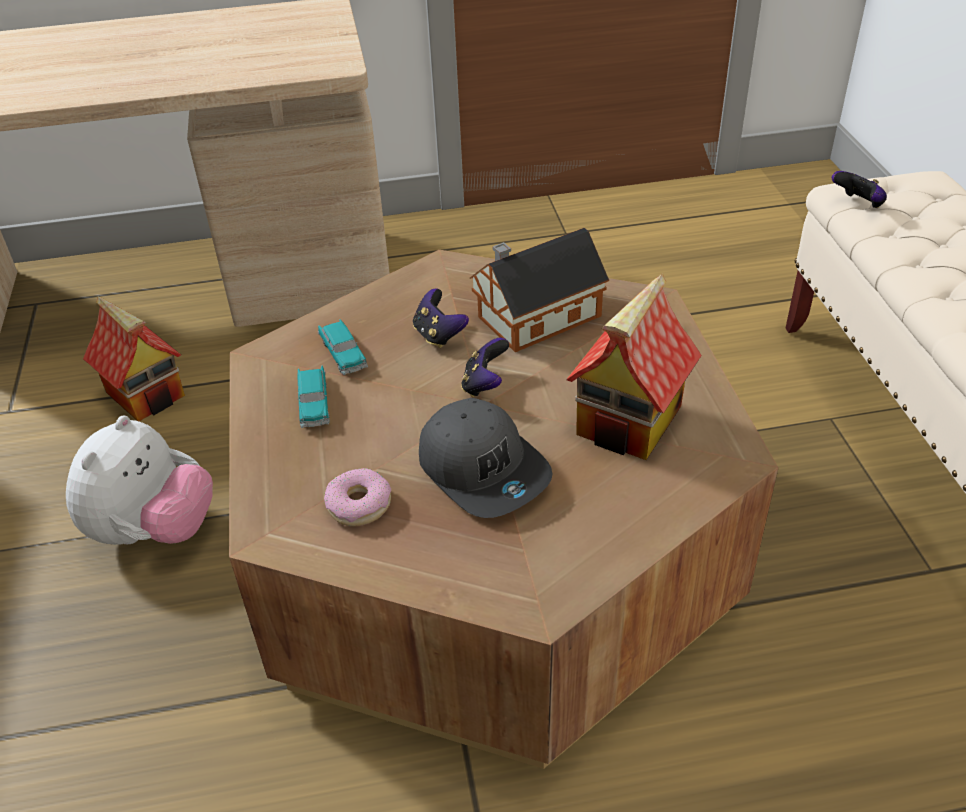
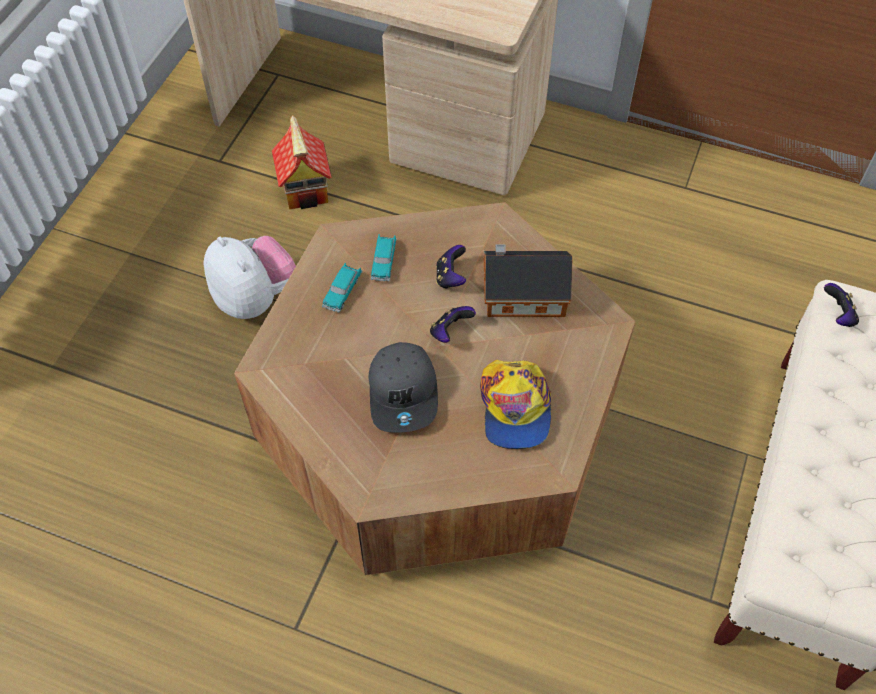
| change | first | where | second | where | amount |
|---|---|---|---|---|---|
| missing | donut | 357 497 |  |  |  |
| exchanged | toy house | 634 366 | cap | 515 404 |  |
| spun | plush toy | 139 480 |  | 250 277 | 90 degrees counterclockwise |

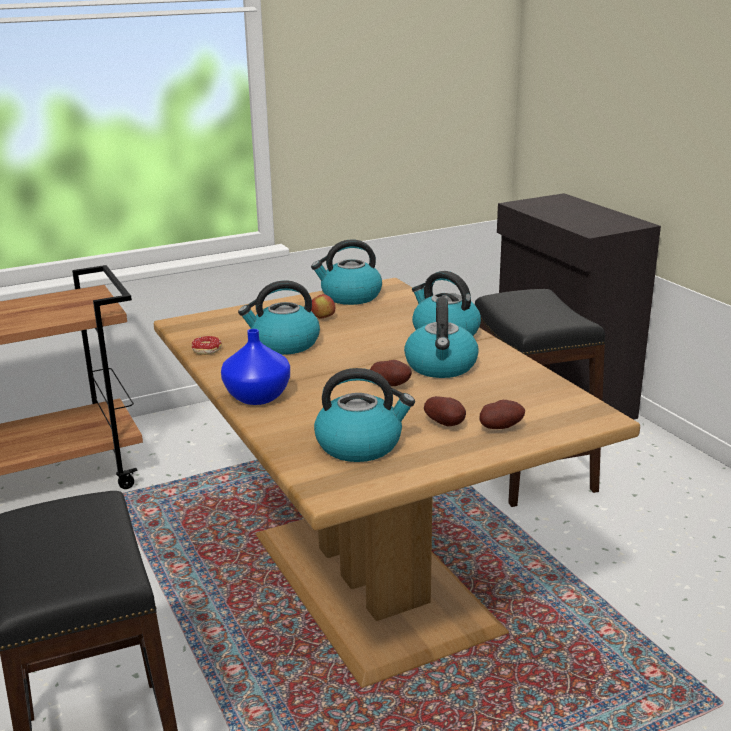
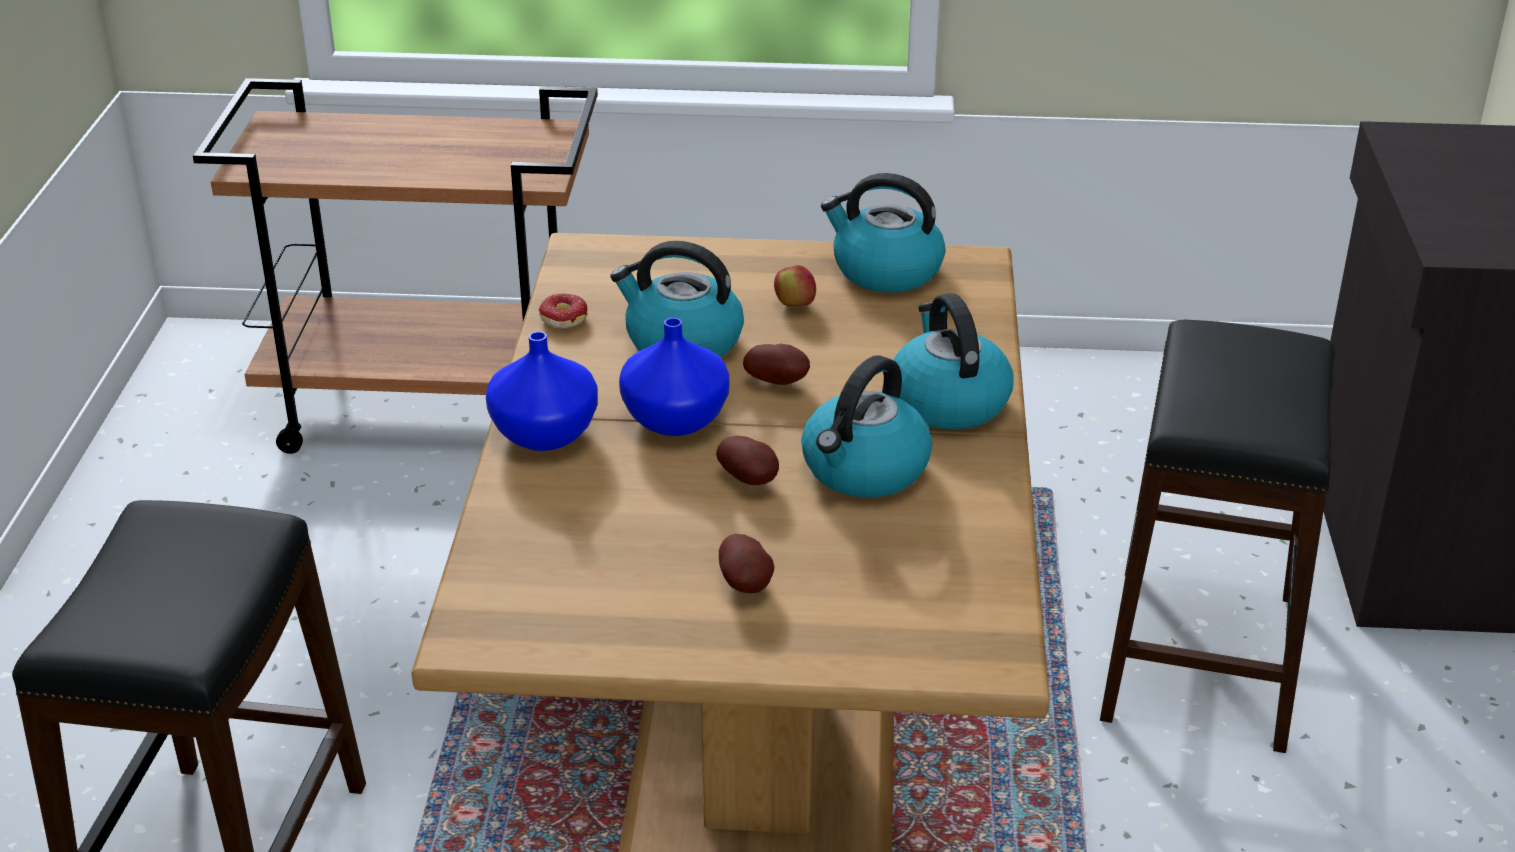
| change | first | where | second | where | amount |
|---|---|---|---|---|---|
| missing | kettle | 364 415 |  |  |  |
| appeared |  |  | vase in blue | 674 377 |  |
| relocated | potato | 502 414 |  | 776 364 |  |

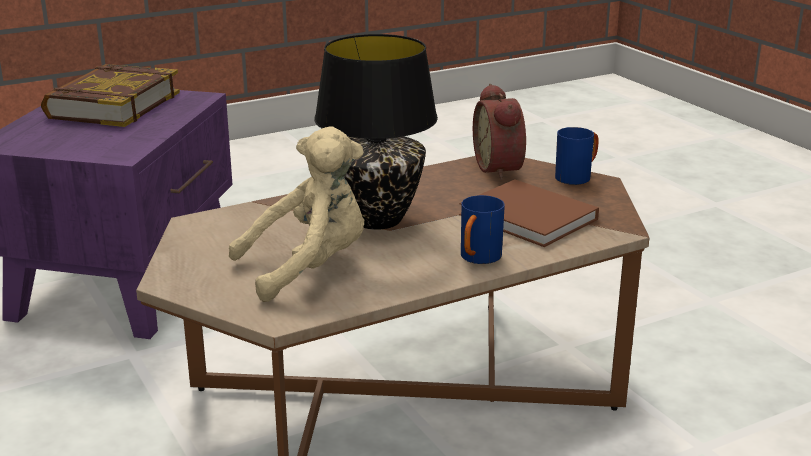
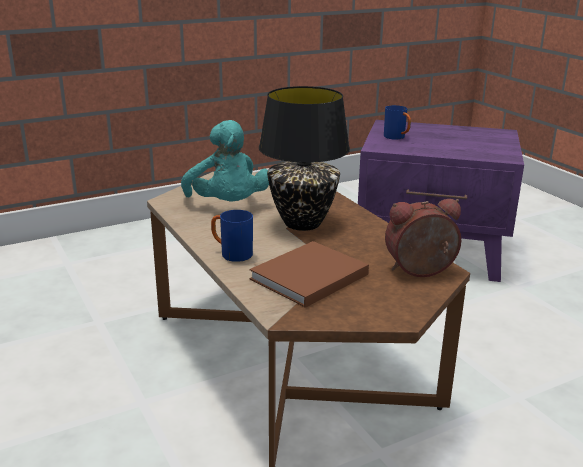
| change | first | where | second | where | amount |
|---|---|---|---|---|---|
| missing | book | 110 95 |  |  |  |
| relocated | mug in blue | 577 156 |  | 397 122 |  |
| colour | plush toy in beige | 296 214 | plush toy in turquoise | 225 160 |  |

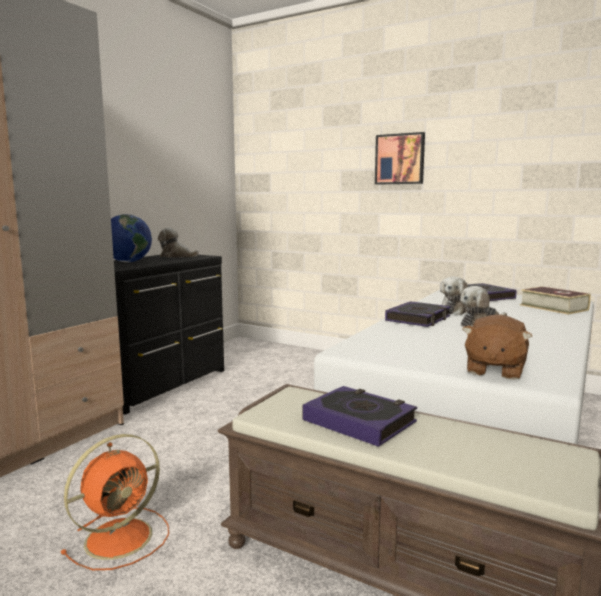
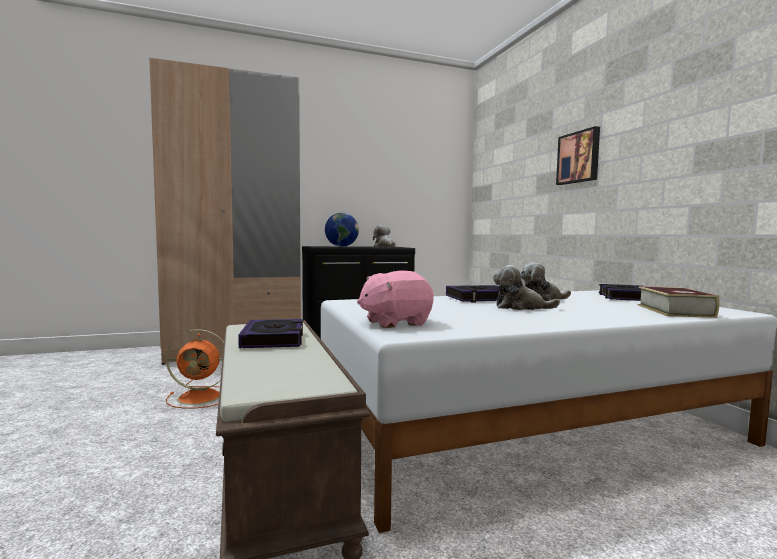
| change | first | where | second | where | amount |
|---|---|---|---|---|---|
| colour | plush toy in brown | 497 347 | plush toy in pink | 395 299 |  |

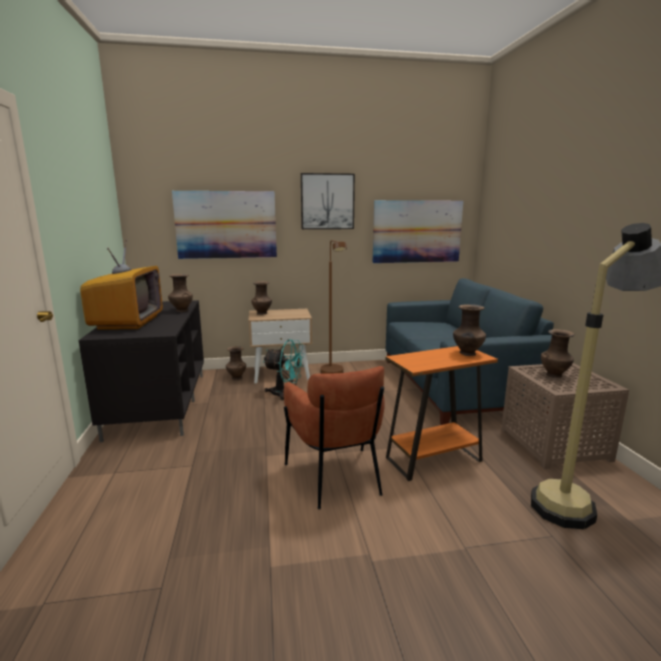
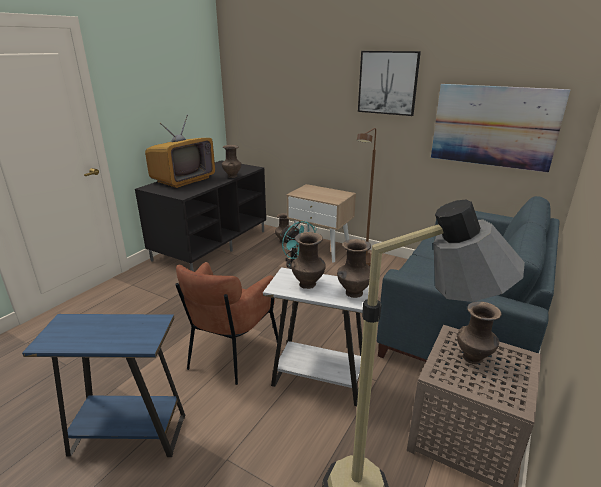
| change | first | where | second | where | amount |
|---|---|---|---|---|---|
| missing | picture | 224 225 |  |  |  |
| appeared |  |  | side table in blue | 103 385 |  |
| relocated | vase in brown | 261 298 |  | 308 260 |  |
| colour | side table in orange | 442 413 | side table in white | 316 337 |  |

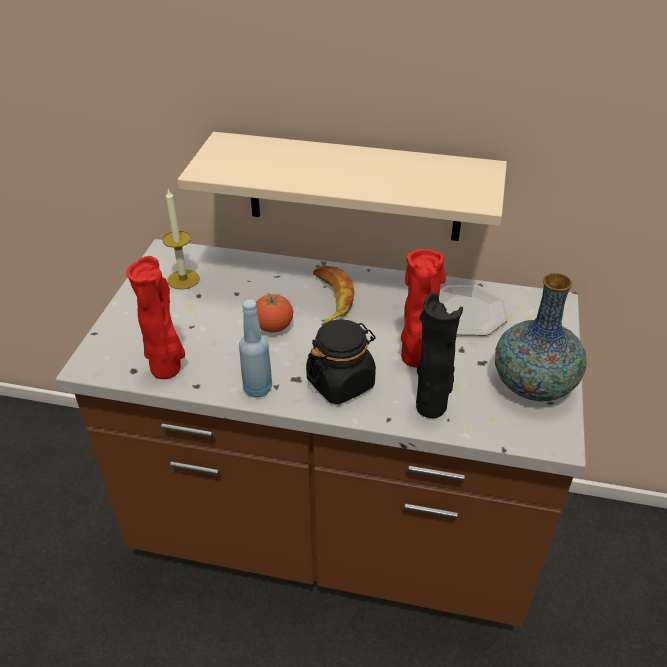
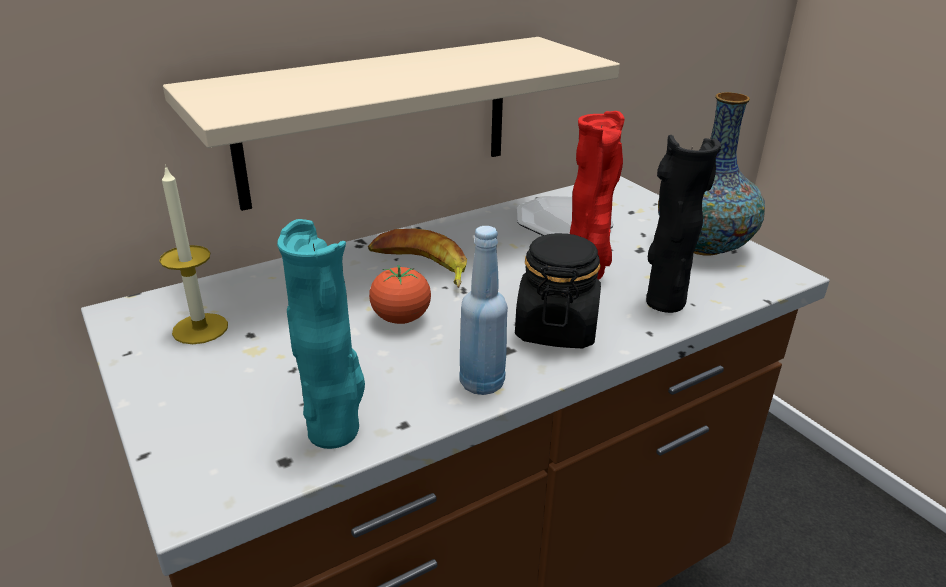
| change | first | where | second | where | amount |
|---|---|---|---|---|---|
| colour | vase in red | 155 317 | vase in turquoise | 321 334 |  |

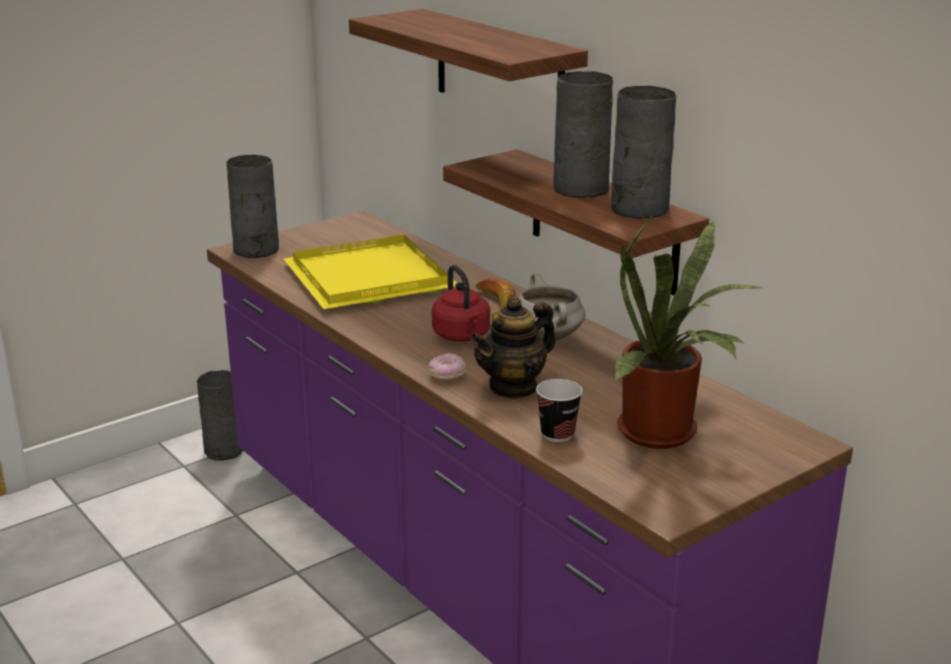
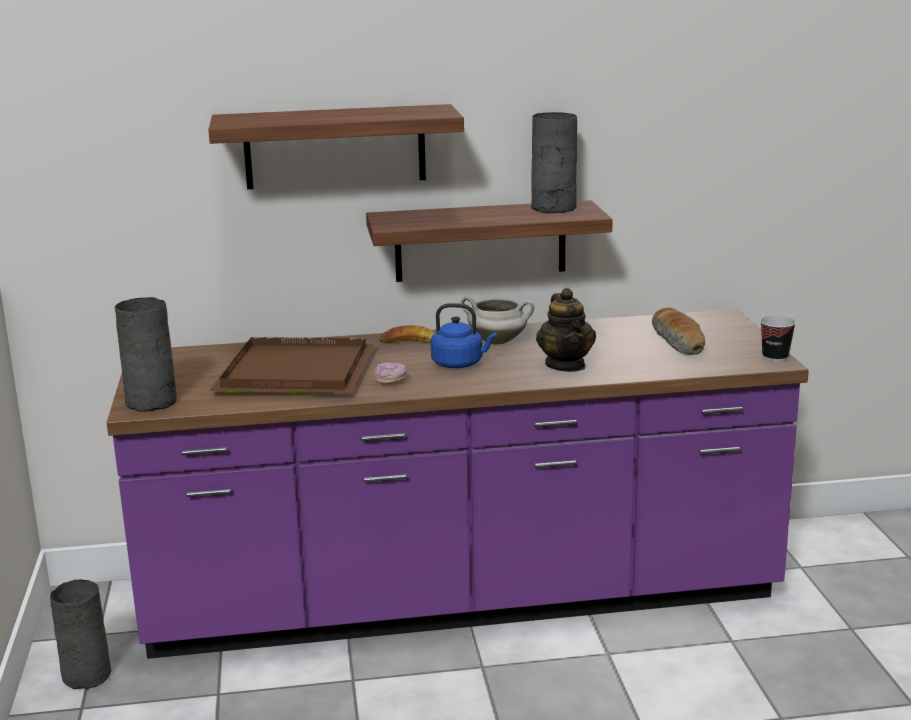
| change | first | where | second | where | amount |
|---|---|---|---|---|---|
| missing | vase in grey | 583 135 |  |  |  |
| relocated | donut | 447 366 |  | 390 373 |  |
| relocated | cup | 559 410 |  | 778 339 |  |
| exchanged | potted plant | 689 331 | bread | 678 331 |  |
| colour | tray in yellow | 370 272 | tray in brown | 292 366 |  |
| colour | kettle in red | 461 303 | kettle in blue | 464 335 |  |

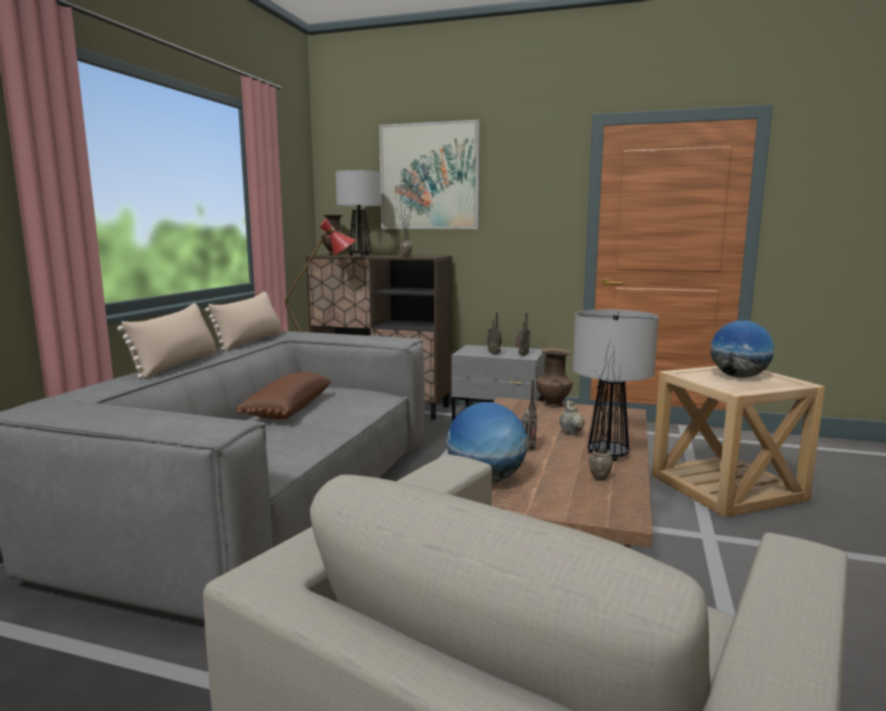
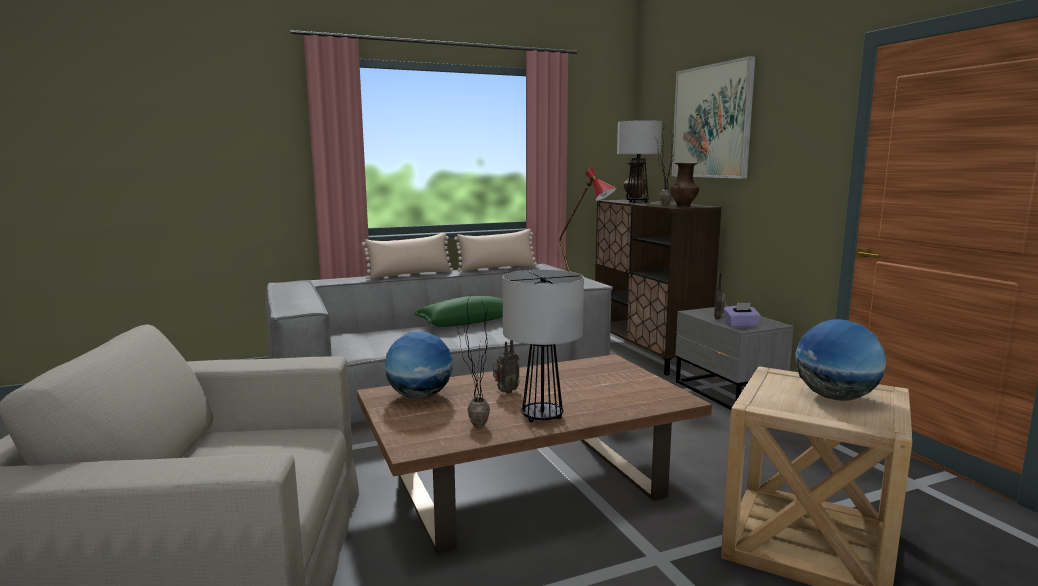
| change | first | where | second | where | amount |
|---|---|---|---|---|---|
| missing | teapot in beige | 572 417 |  |  |  |
| relocated | vase in brown | 554 378 |  | 684 184 |  |
| exchanged | radio | 522 334 | tissue box in purple | 742 315 |  |
| colour | pillow in brown | 283 395 | pillow in green | 459 311 |  |

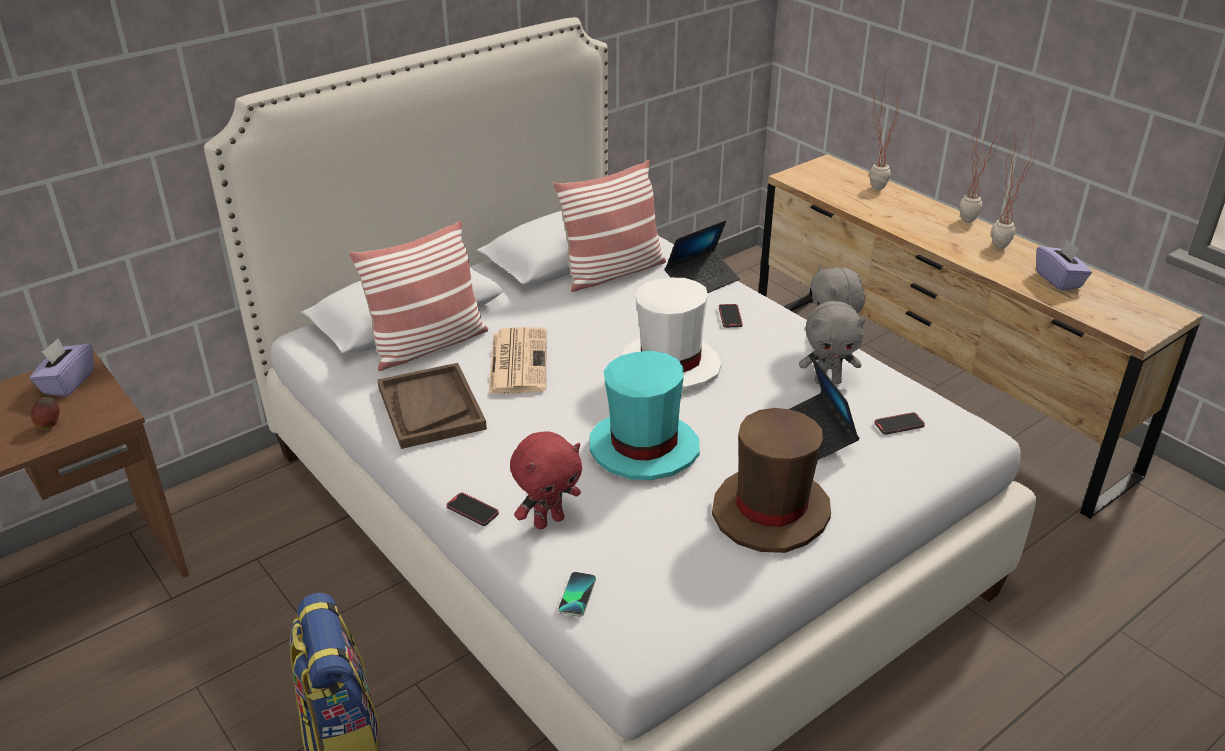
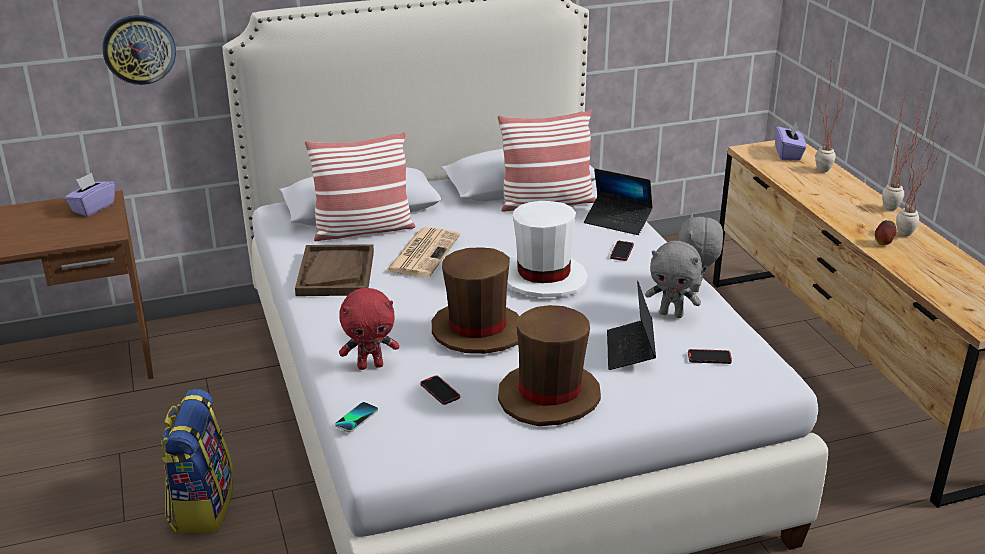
| change | first | where | second | where | amount |
|---|---|---|---|---|---|
| appeared |  |  | wall clock | 139 50 |  |
| relocated | apple | 45 413 |  | 885 232 |  |
| relocated | phone | 472 509 |  | 440 390 |  |
| relocated | tissue box in purple | 1064 265 |  | 790 141 |  |
| colour | hat in turquoise | 645 415 | hat in brown | 475 300 |  |
| spun | laptop | 702 256 |  | 618 202 | 45 degrees clockwise |

